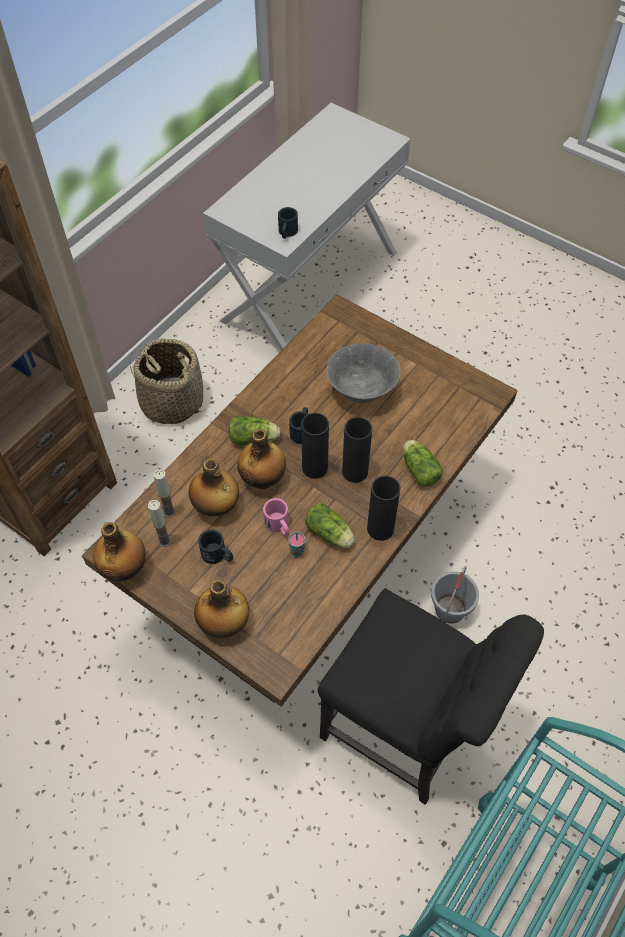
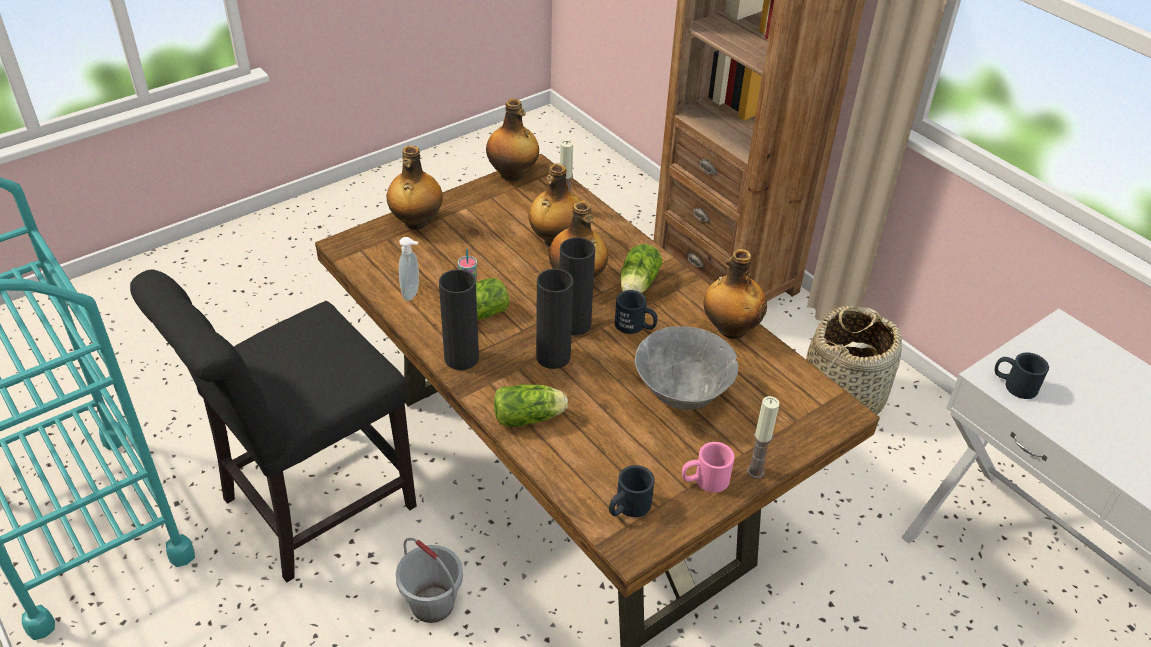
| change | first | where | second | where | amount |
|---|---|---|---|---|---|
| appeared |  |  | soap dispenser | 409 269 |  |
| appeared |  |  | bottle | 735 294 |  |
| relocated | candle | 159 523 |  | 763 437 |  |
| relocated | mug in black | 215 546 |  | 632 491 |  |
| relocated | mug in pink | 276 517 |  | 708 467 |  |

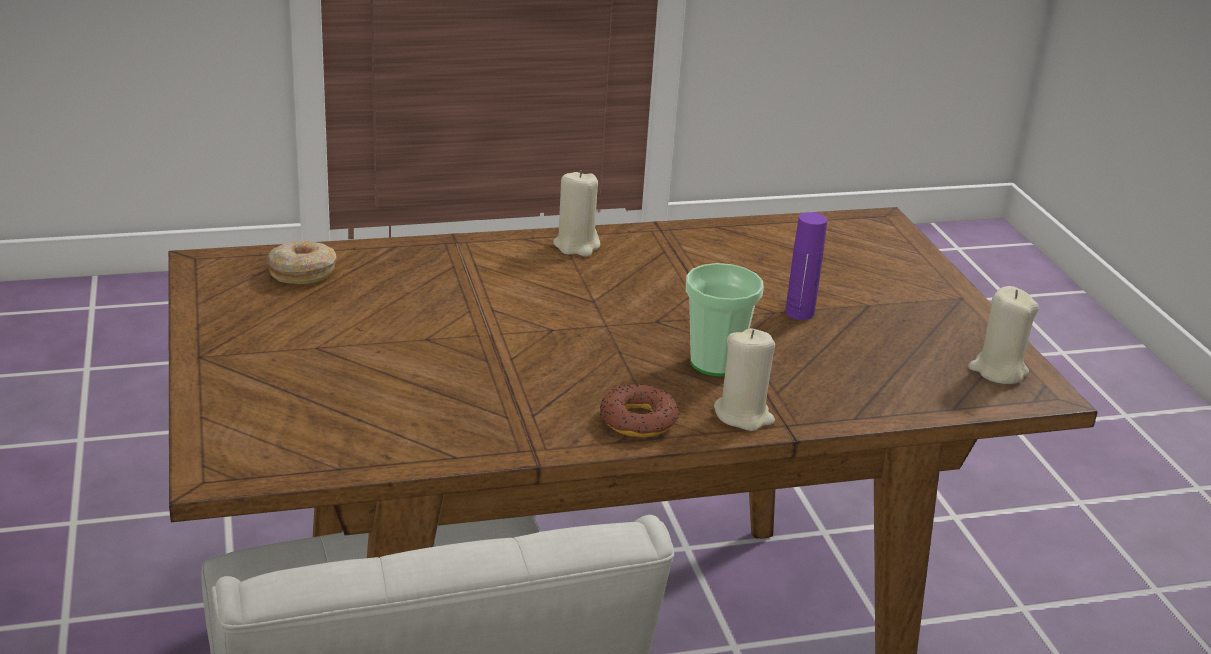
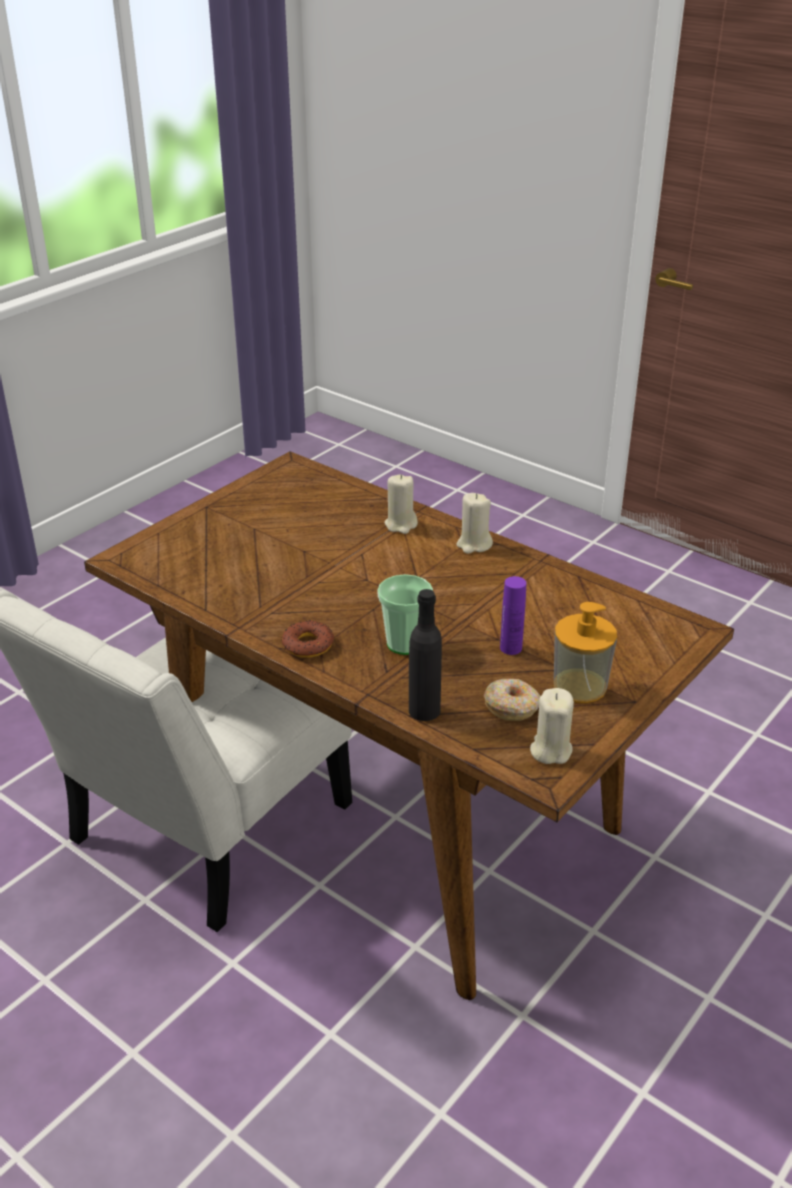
| change | first | where | second | where | amount |
|---|---|---|---|---|---|
| appeared |  |  | bottle in black | 425 655 |  |
| appeared |  |  | soap dispenser | 585 652 |  |
| relocated | donut | 302 262 |  | 512 700 |  |
| relocated | candle in beige | 744 379 |  | 401 504 |  |

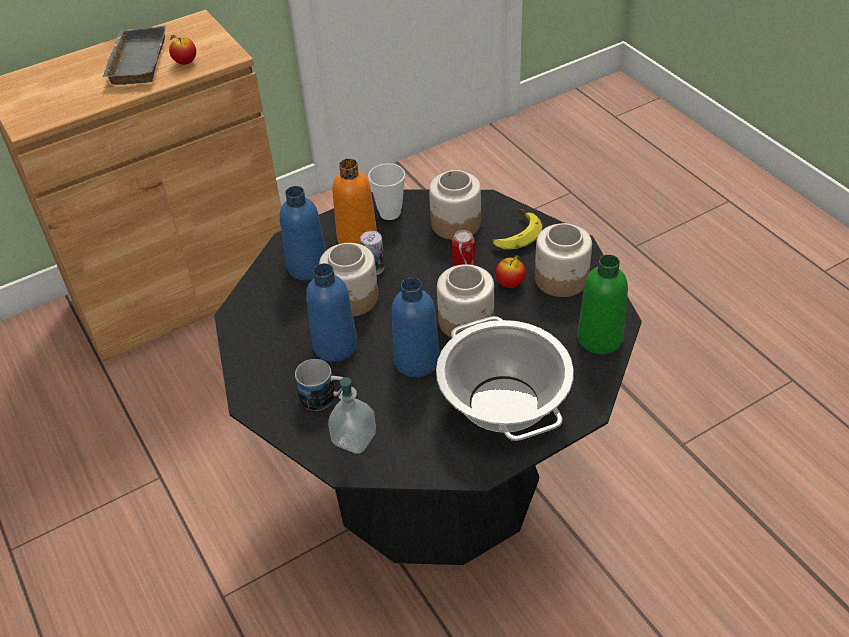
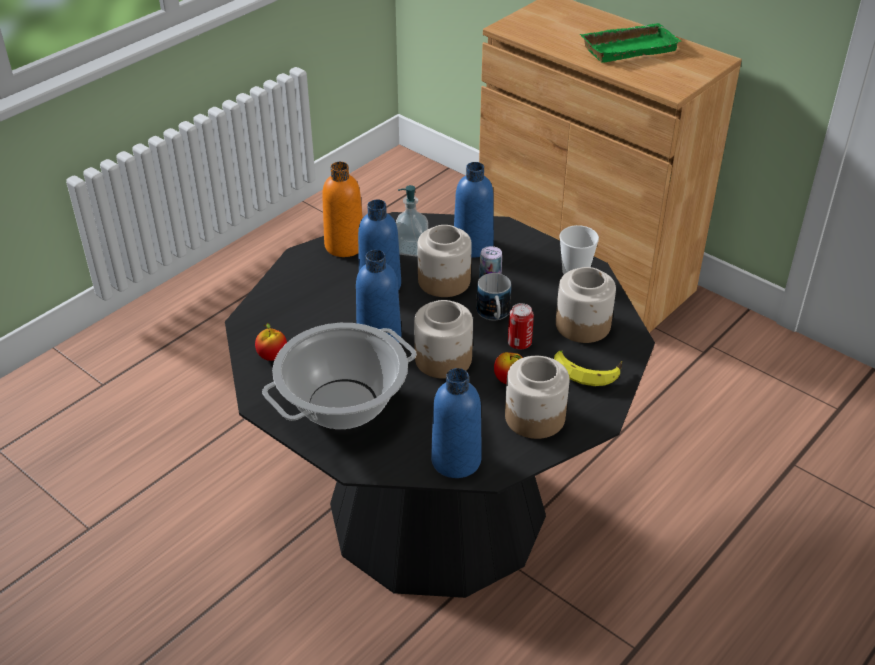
| change | first | where | second | where | amount |
|---|---|---|---|---|---|
| relocated | apple | 182 50 |  | 271 342 |  |
| relocated | mug | 319 385 |  | 493 297 |  |
| relocated | soap dispenser | 352 415 |  | 412 221 |  |
| relocated | bottle in orange | 354 201 |  | 342 209 |  |
| colour | tray in grey | 134 55 | tray in green | 630 43 |  |
| colour | bottle in green | 602 304 | bottle in blue | 456 423 |  |

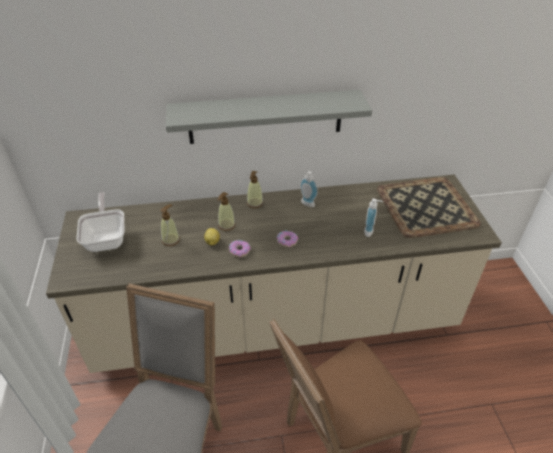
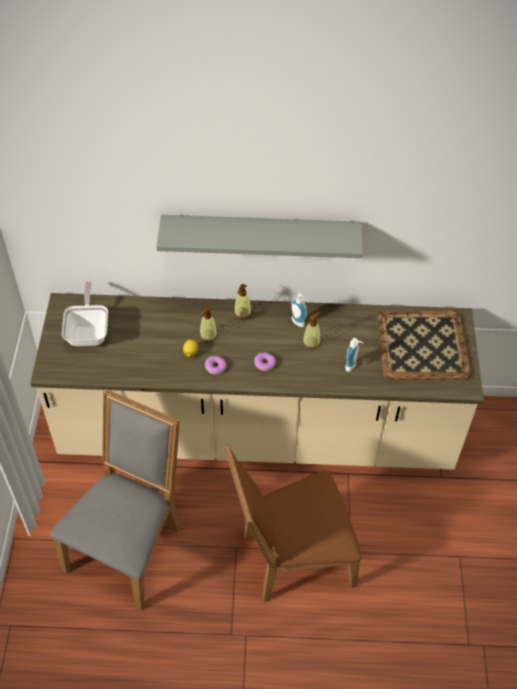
| change | first | where | second | where | amount |
|---|---|---|---|---|---|
| relocated | soap dispenser | 170 225 |  | 312 330 |  |

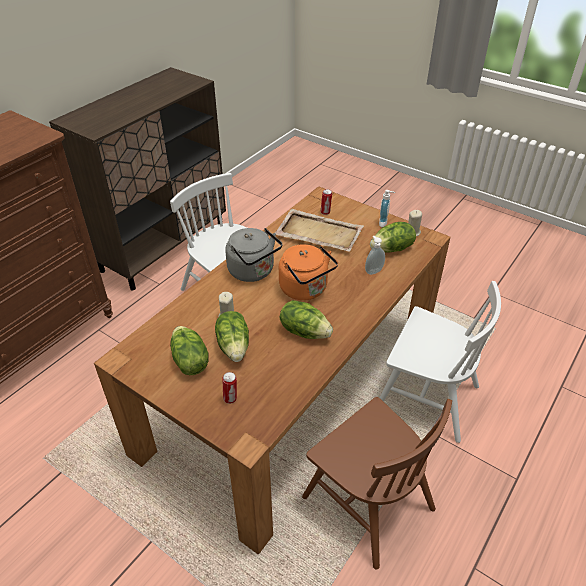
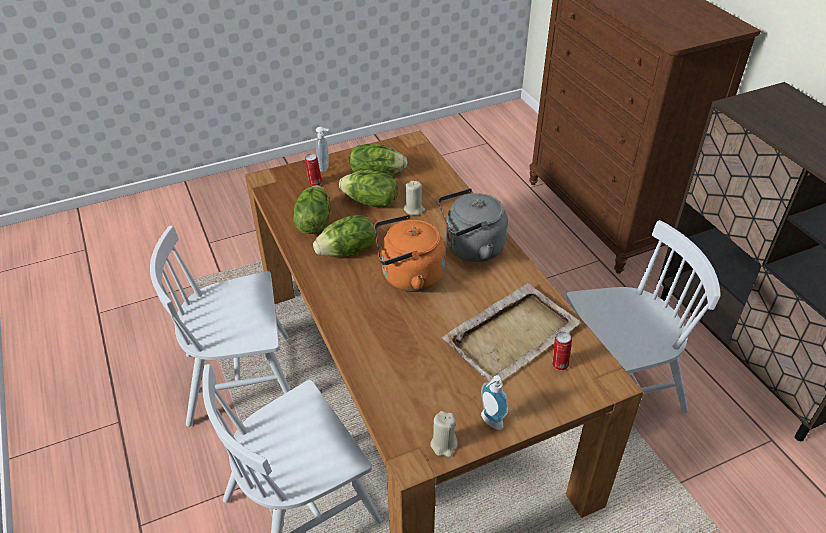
| change | first | where | second | where | amount |
|---|---|---|---|---|---|
| relocated | soap dispenser | 375 255 |  | 322 149 |  |
| relocated | lettuce | 393 237 |  | 312 209 |  |
| colour | chair in brown | 377 483 | chair in white | 220 326 |  |

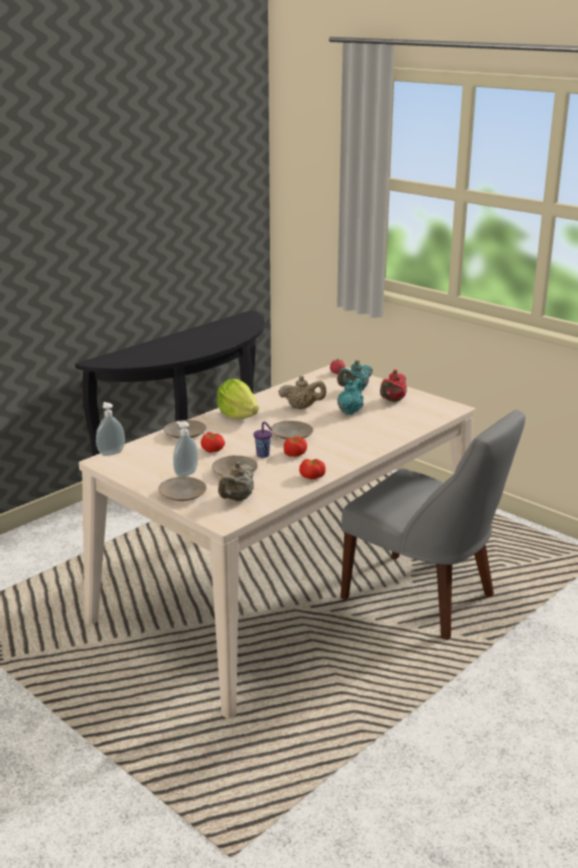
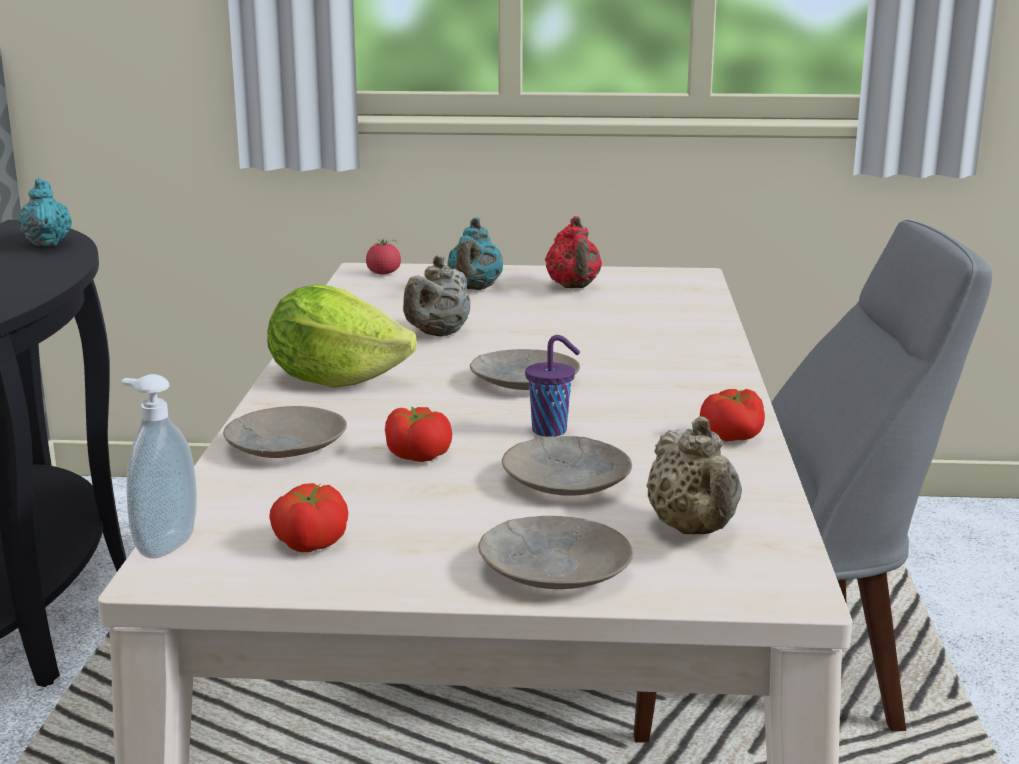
| change | first | where | second | where | amount |
|---|---|---|---|---|---|
| missing | soap dispenser | 185 449 |  |  |  |
| relocated | tomato | 295 447 |  | 308 517 |  |
| relocated | teapot in turquoise | 350 396 |  | 45 212 |  |
| spun | teapot in beige | 302 392 |  | 436 296 | 150 degrees clockwise |

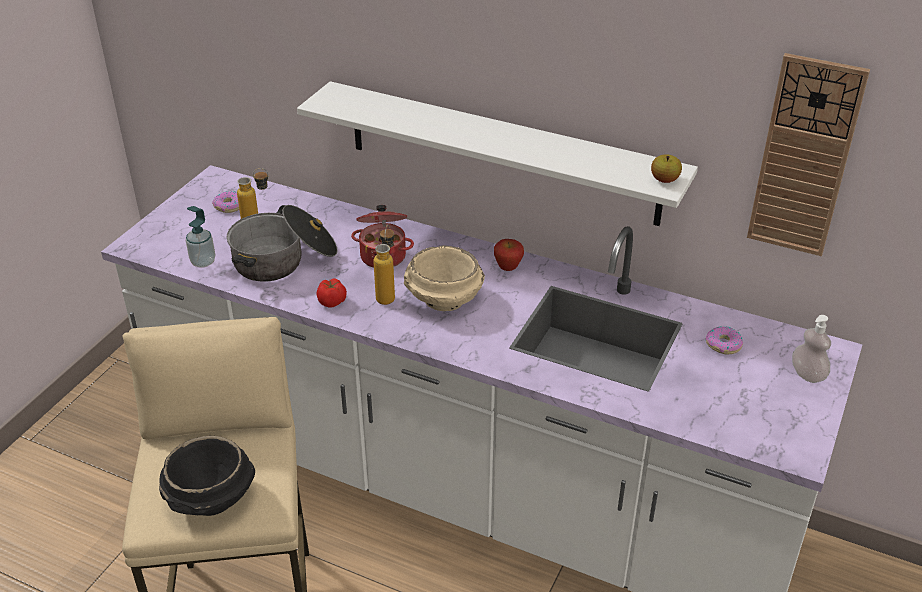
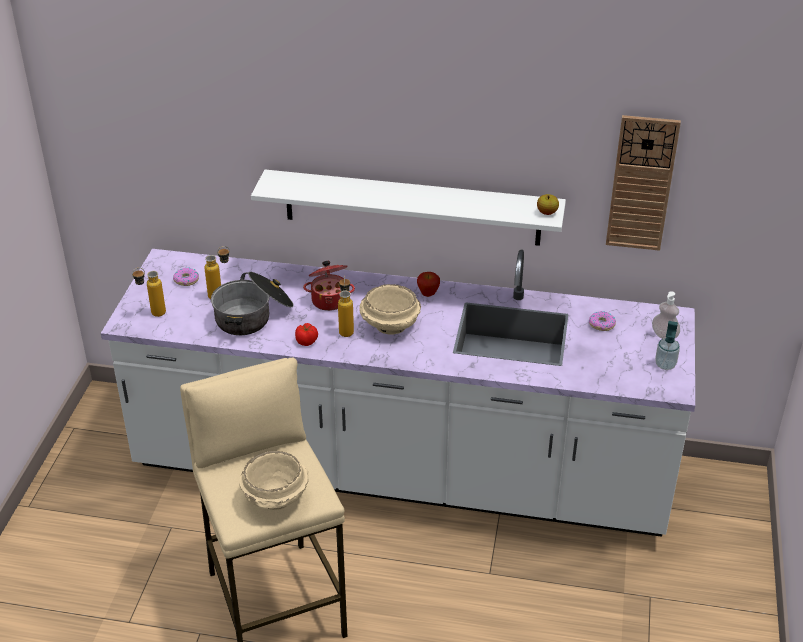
| change | first | where | second | where | amount |
|---|---|---|---|---|---|
| appeared |  |  | bottle | 149 292 |  |
| relocated | soap dispenser | 200 237 |  | 667 345 |  |
| colour | bowl in black | 207 476 | bowl in beige | 273 480 |  |

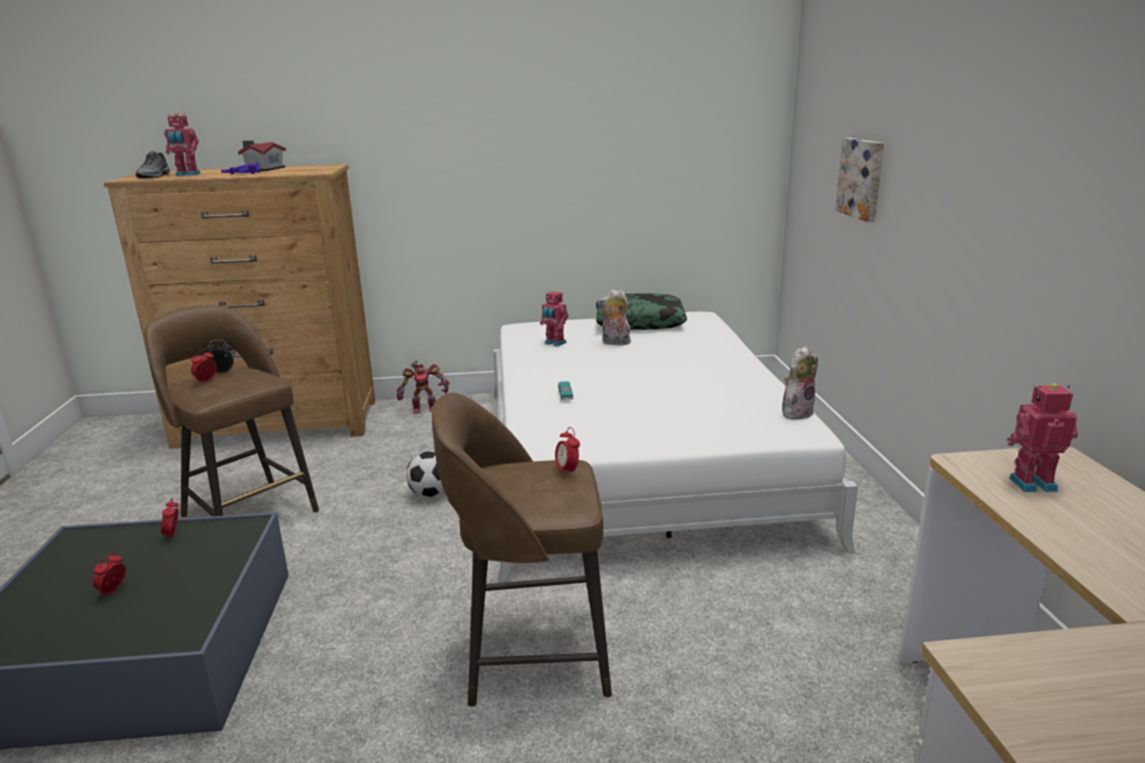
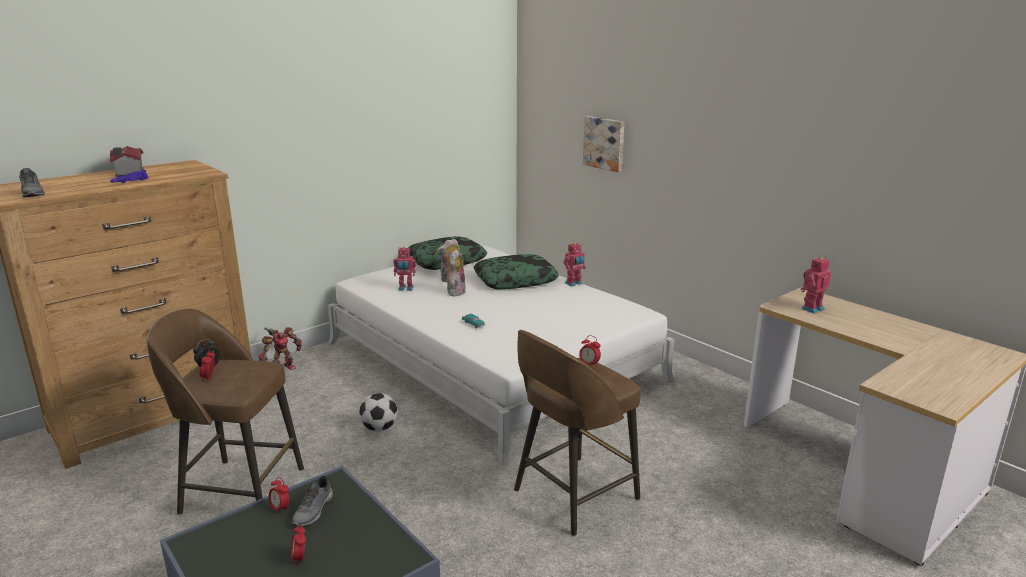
| change | first | where | second | where | amount |
|---|---|---|---|---|---|
| appeared |  |  | shoe in grey | 312 501 |  |
| appeared |  |  | pillow | 516 271 |  |
| relocated | toy robot | 182 144 |  | 575 264 |  |
| relocated | plush toy | 800 382 |  | 455 272 |  |

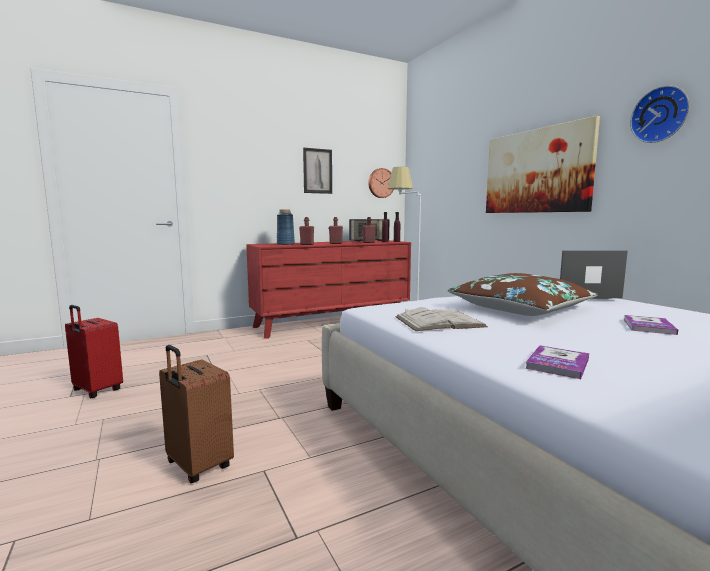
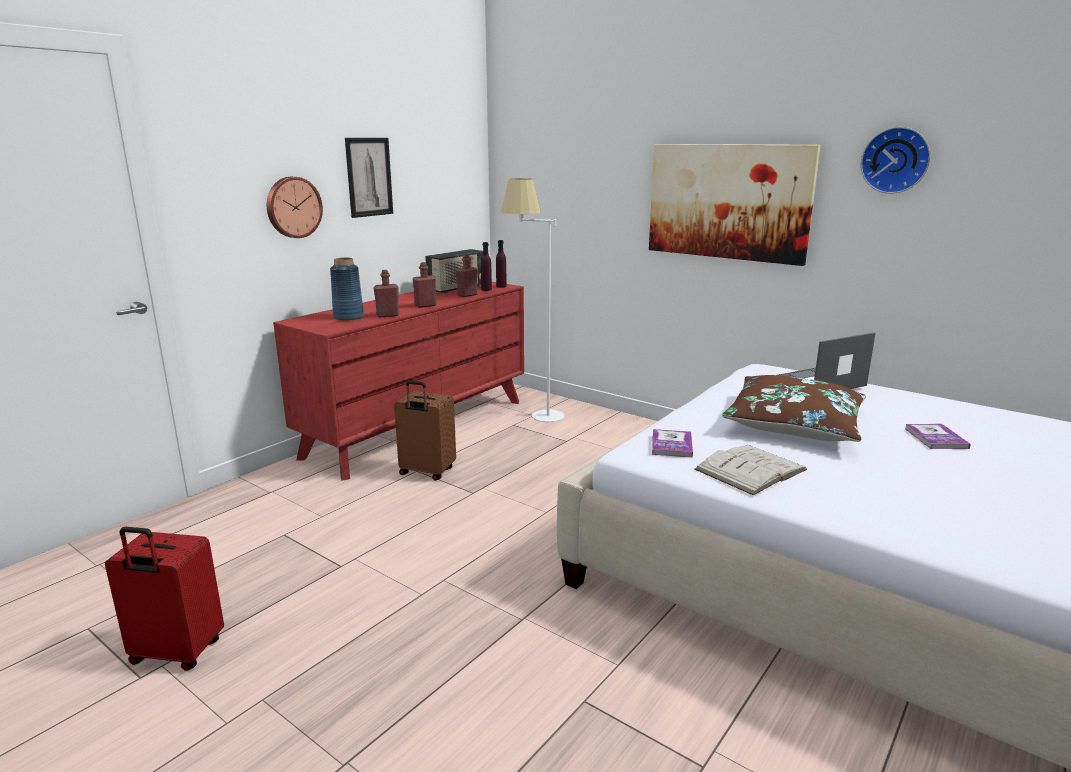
| change | first | where | second | where | amount |
|---|---|---|---|---|---|
| relocated | suitcase in brown | 196 414 |  | 425 431 |  |
| relocated | wall clock | 381 183 |  | 295 207 |  |
| relocated | book | 557 362 |  | 672 443 |  |

